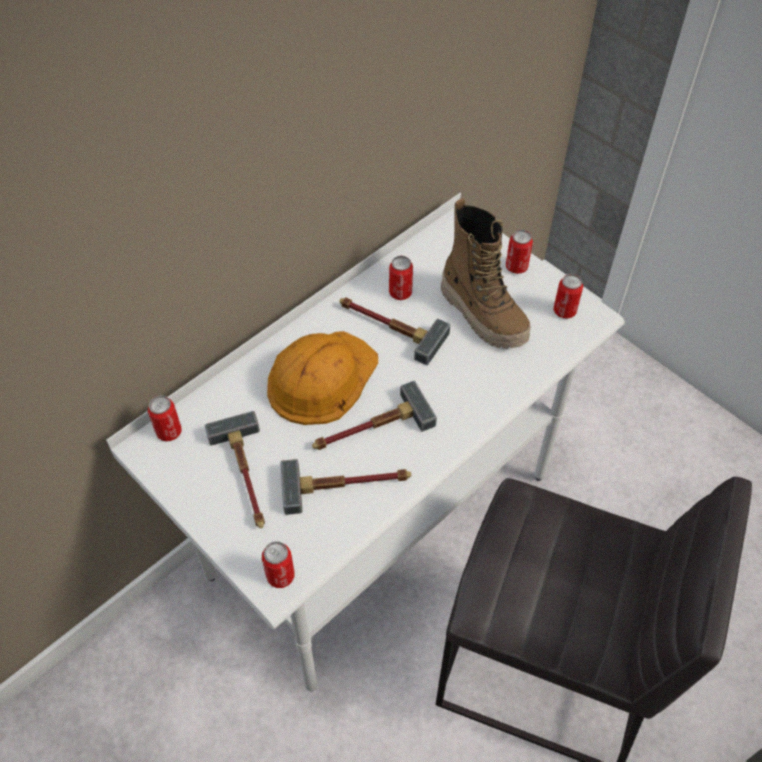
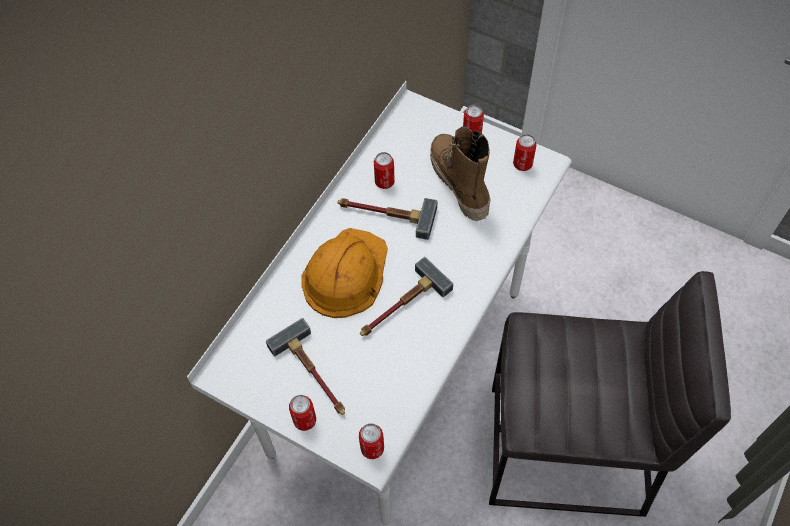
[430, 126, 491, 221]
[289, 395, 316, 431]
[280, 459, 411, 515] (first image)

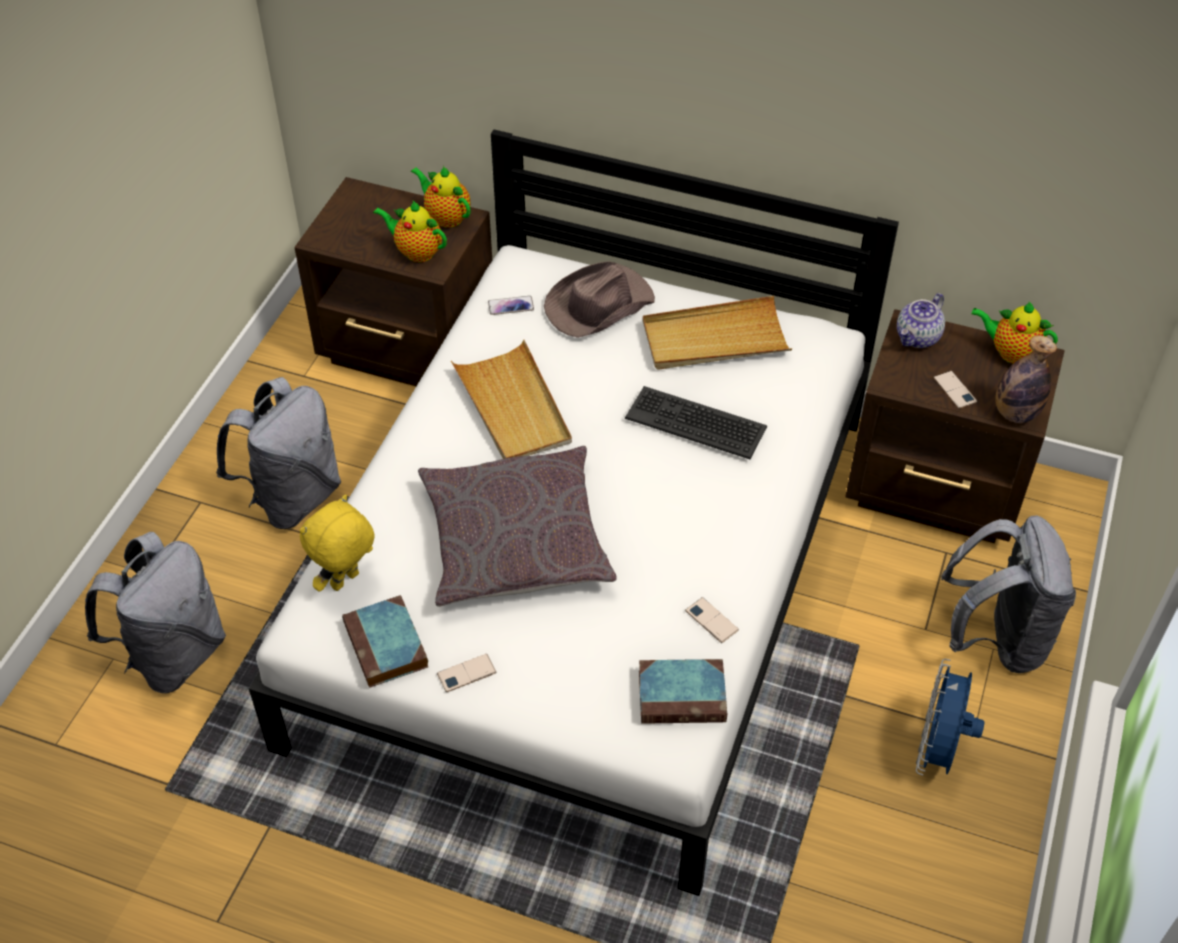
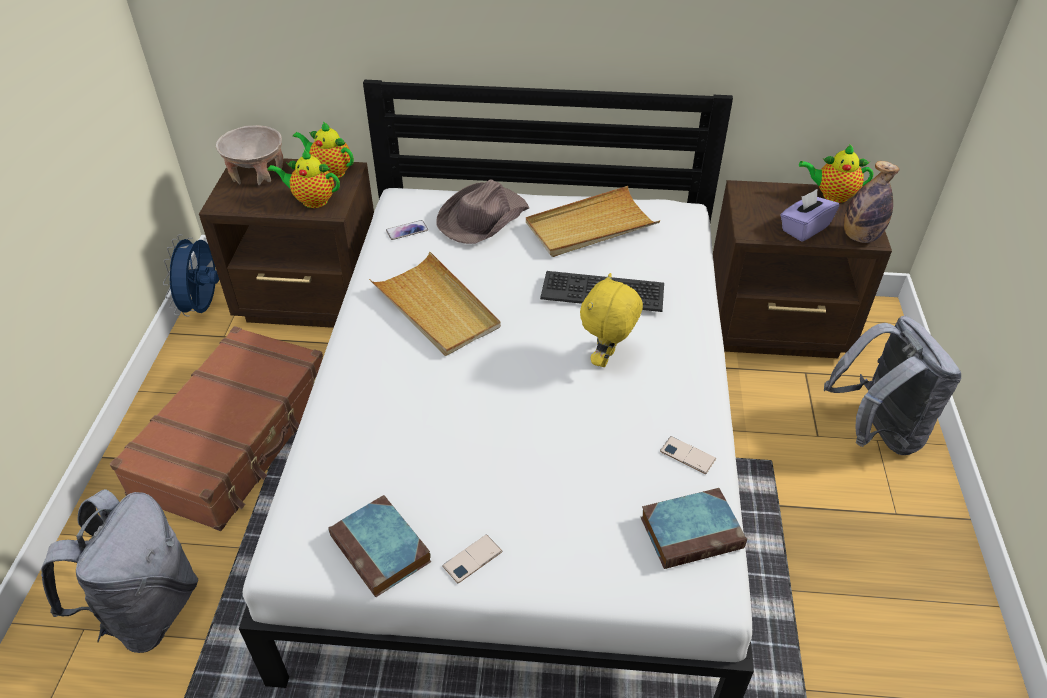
[897, 293, 945, 348] (first image)
[780, 189, 839, 242]
[110, 326, 323, 531]
[418, 446, 617, 607] (first image)
[580, 273, 643, 367]
[163, 234, 219, 317]
[216, 125, 283, 185]

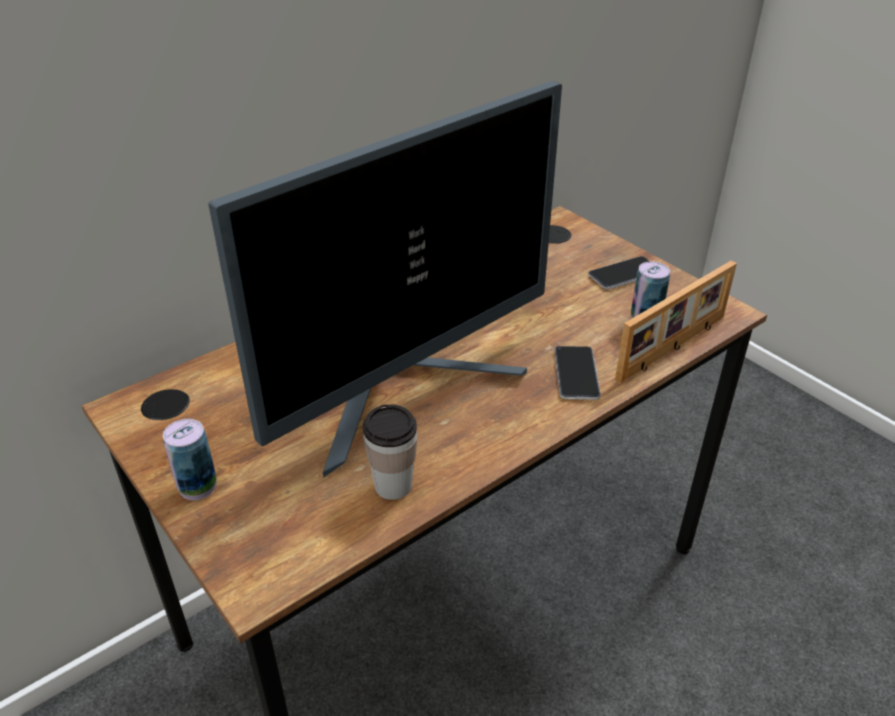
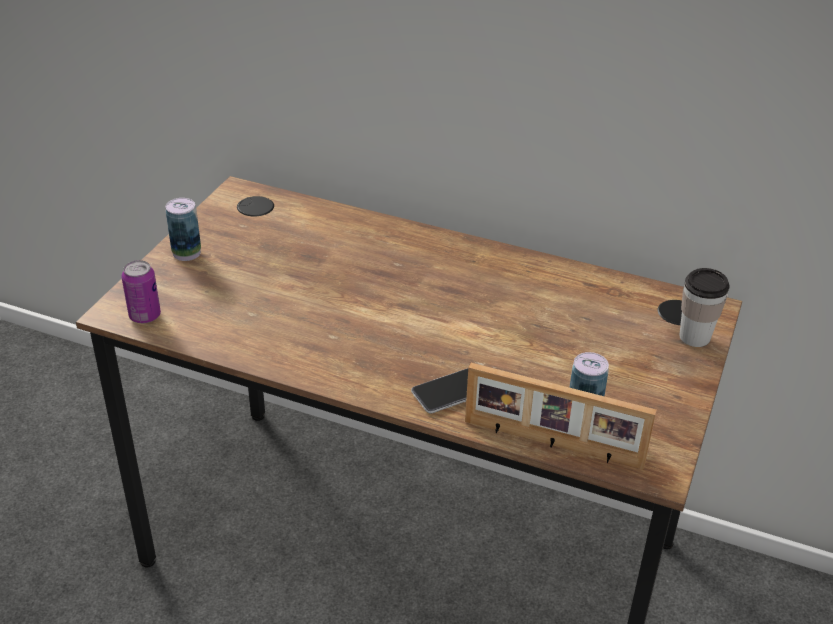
[208, 81, 562, 478] (first image)
[588, 256, 649, 290] (first image)
[679, 268, 730, 347]
[122, 260, 161, 323]

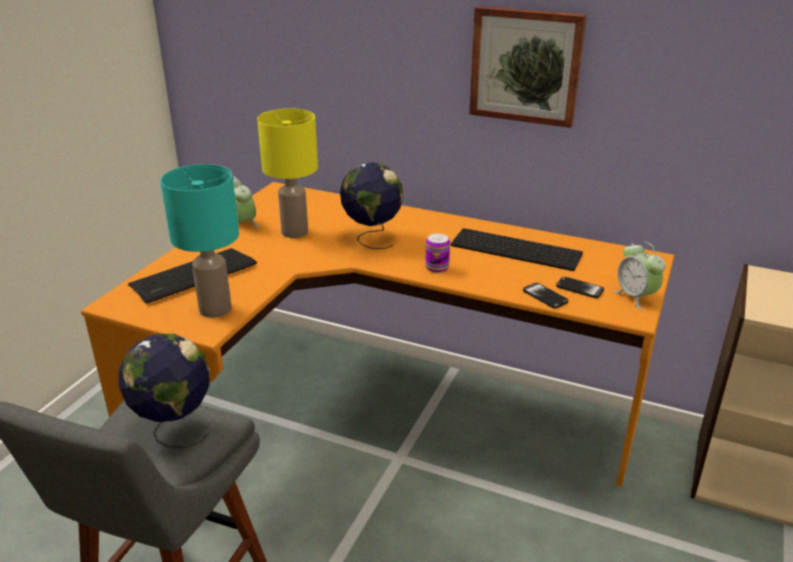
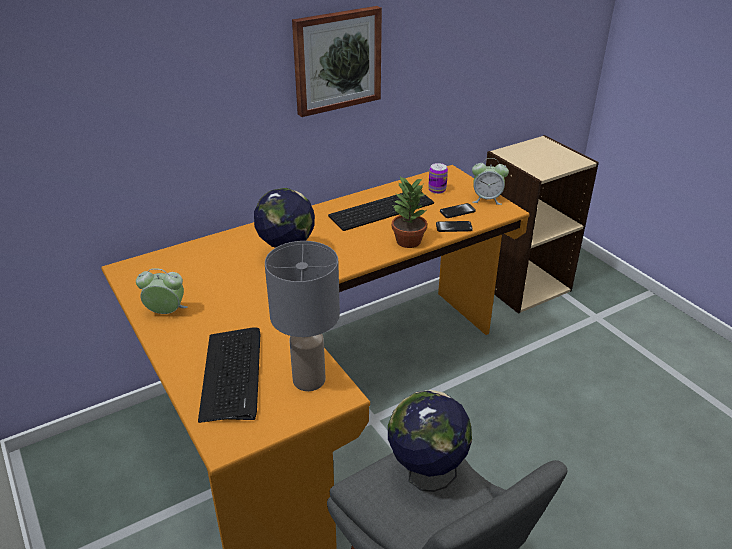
[257, 108, 318, 238] (first image)
[265, 241, 340, 391]
[428, 163, 448, 194]
[392, 177, 427, 248]

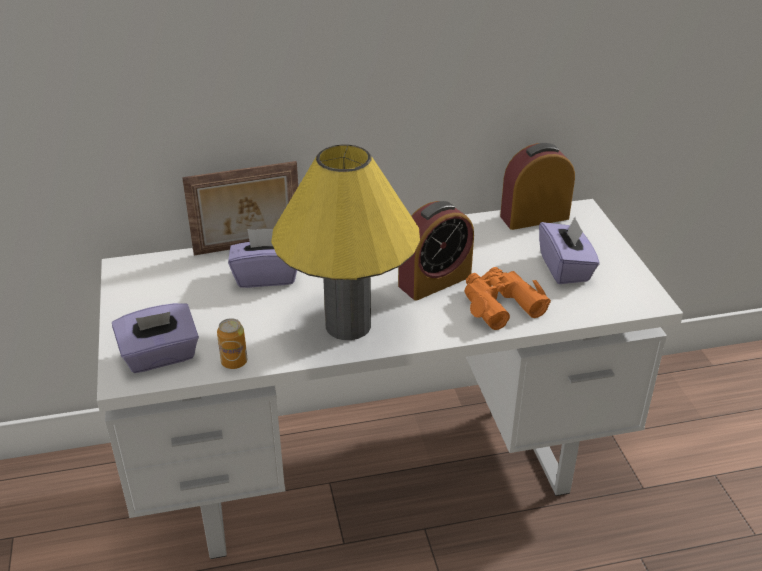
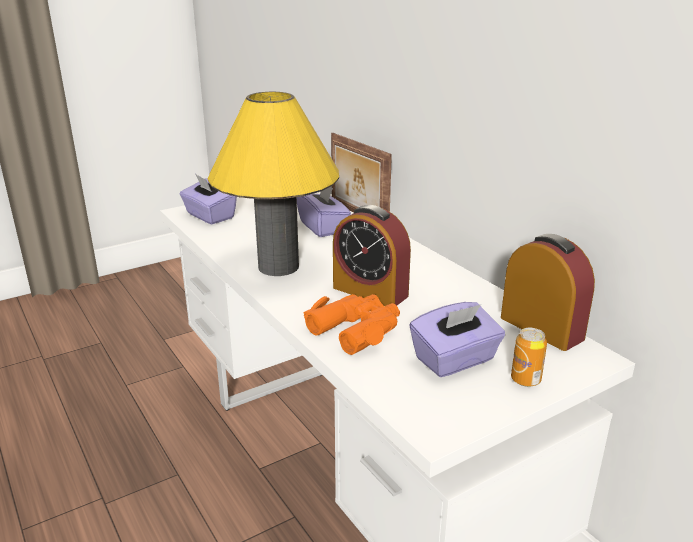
[511, 328, 547, 387]

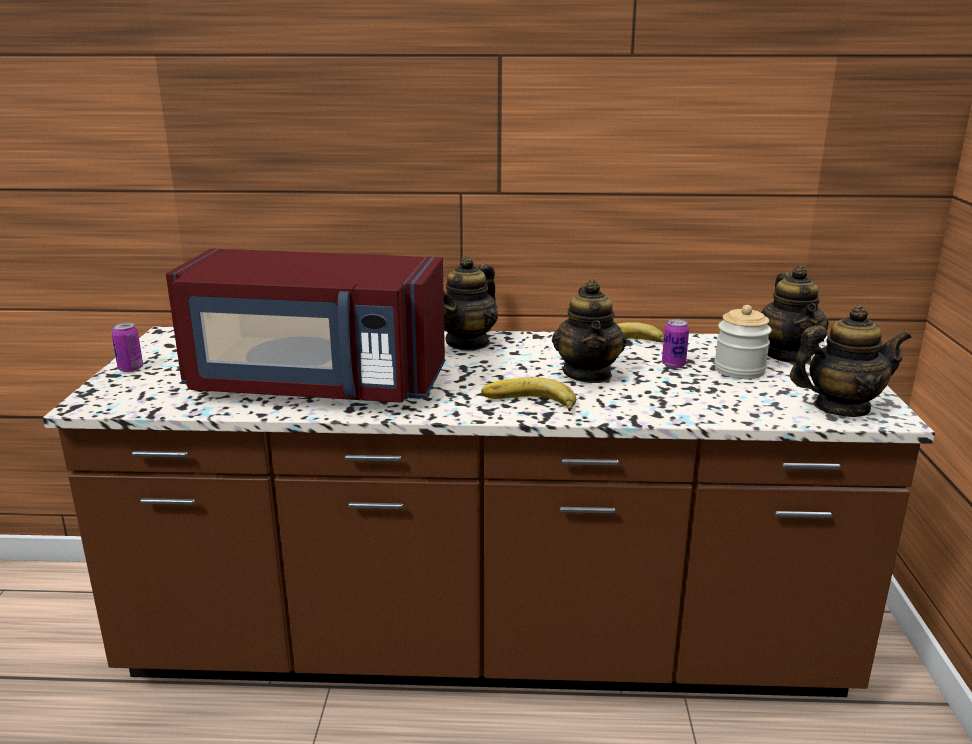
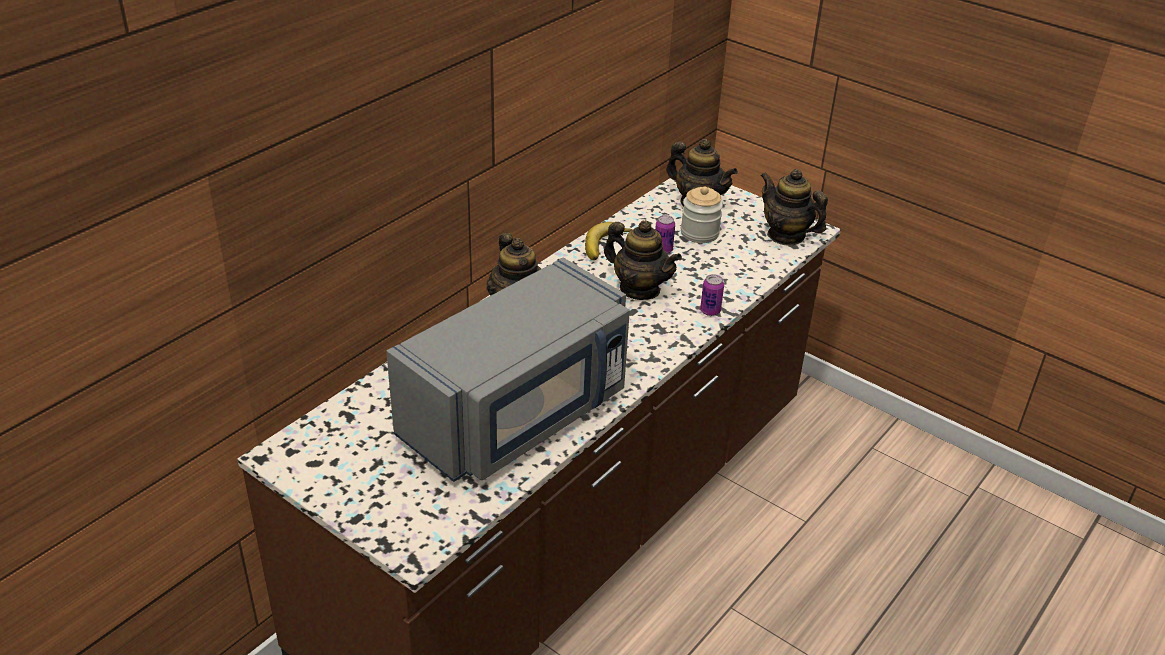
[386, 257, 630, 482]
[761, 169, 828, 245]
[700, 274, 724, 316]
[481, 377, 576, 411] (first image)

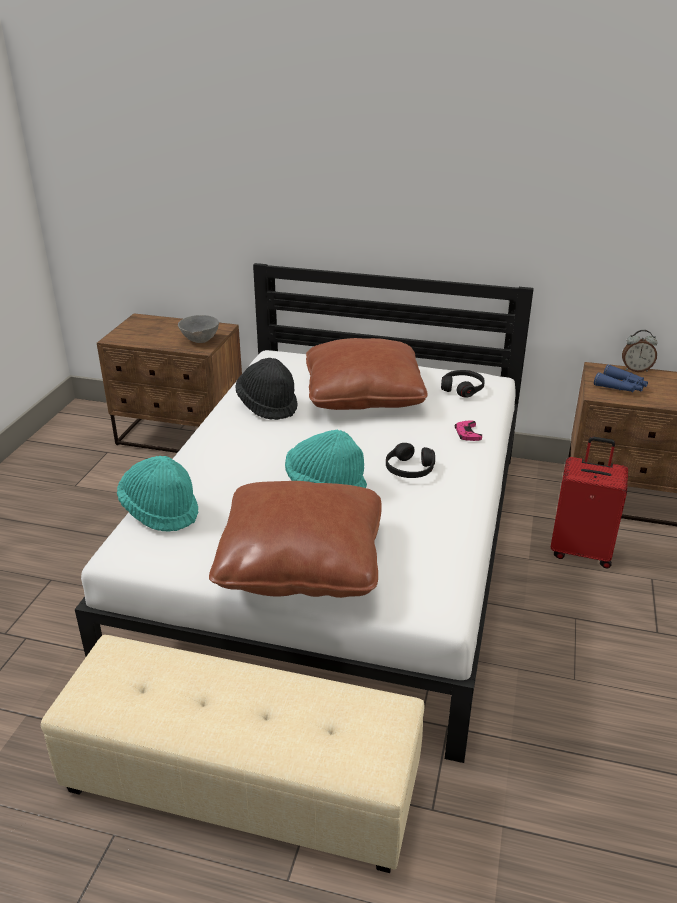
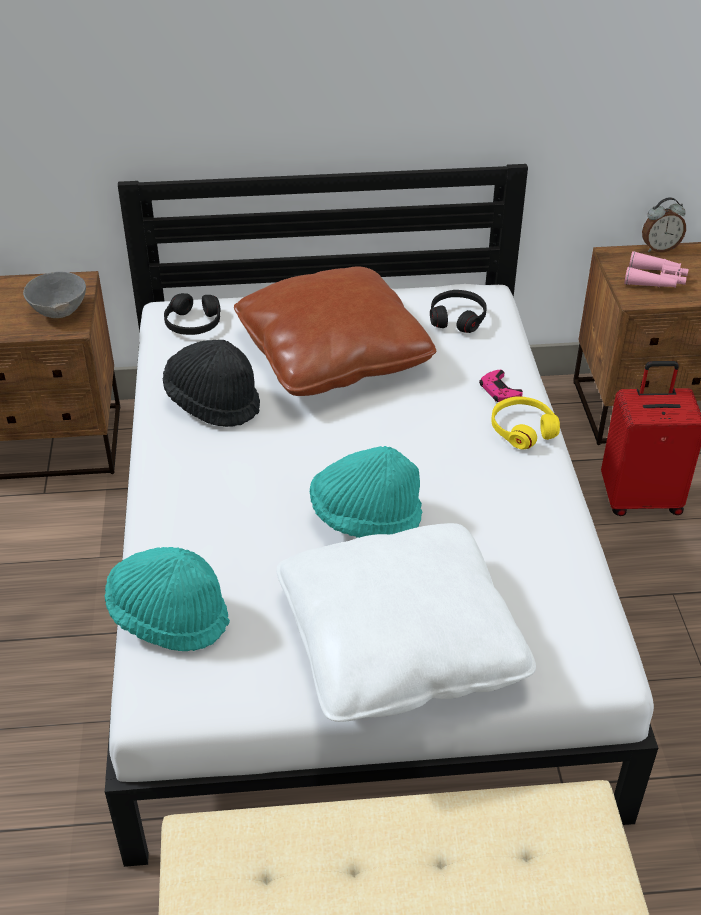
[624, 251, 689, 288]
[164, 293, 221, 335]
[276, 523, 536, 722]
[491, 396, 560, 449]

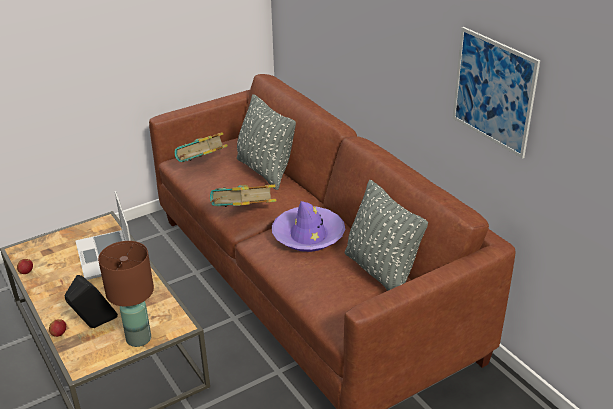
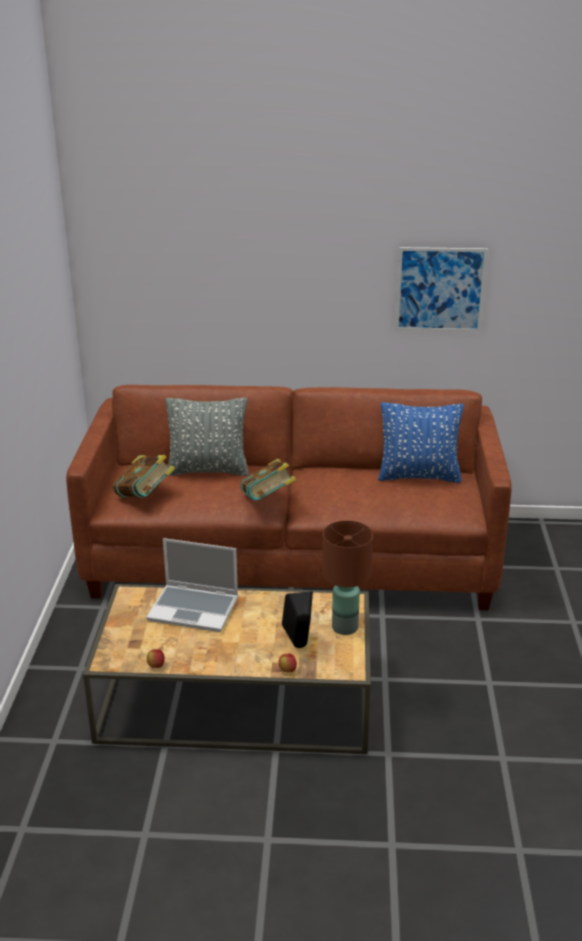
[378, 402, 464, 483]
[272, 201, 345, 252] (first image)

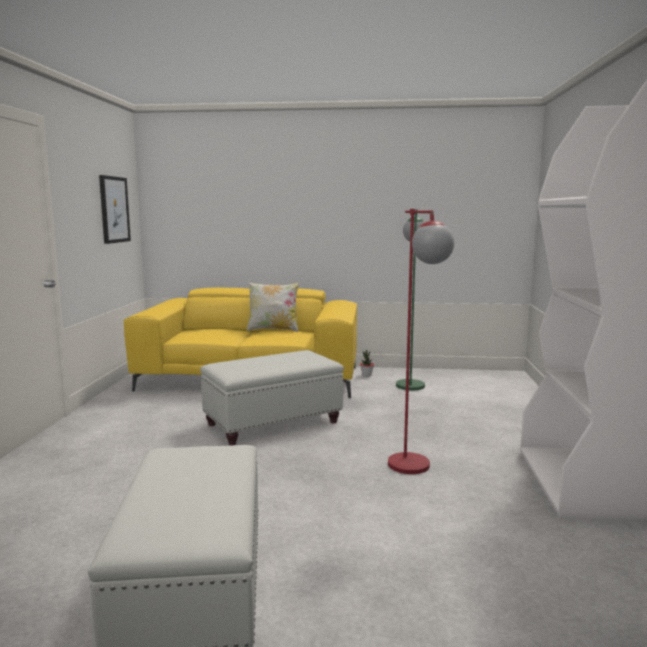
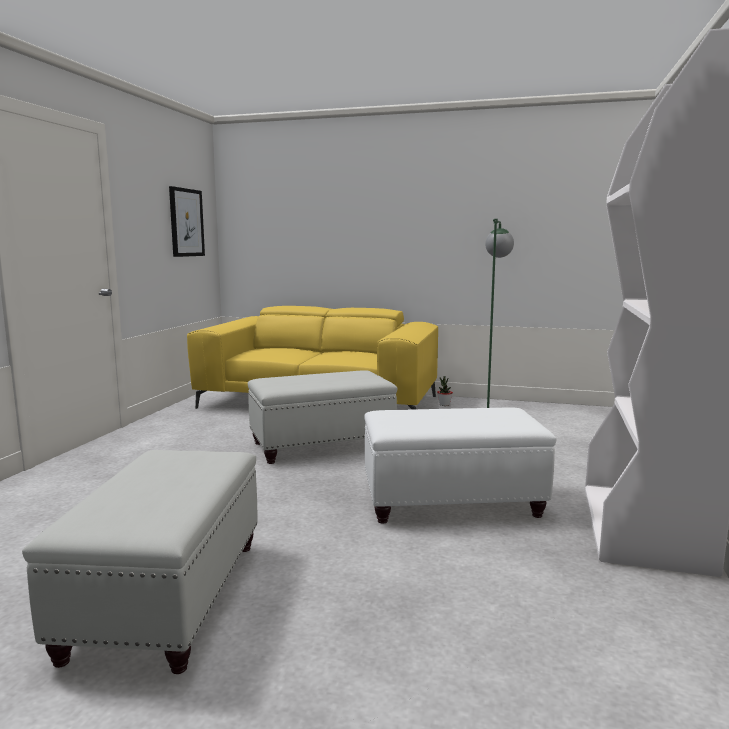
[365, 408, 556, 524]
[246, 282, 299, 332] (first image)

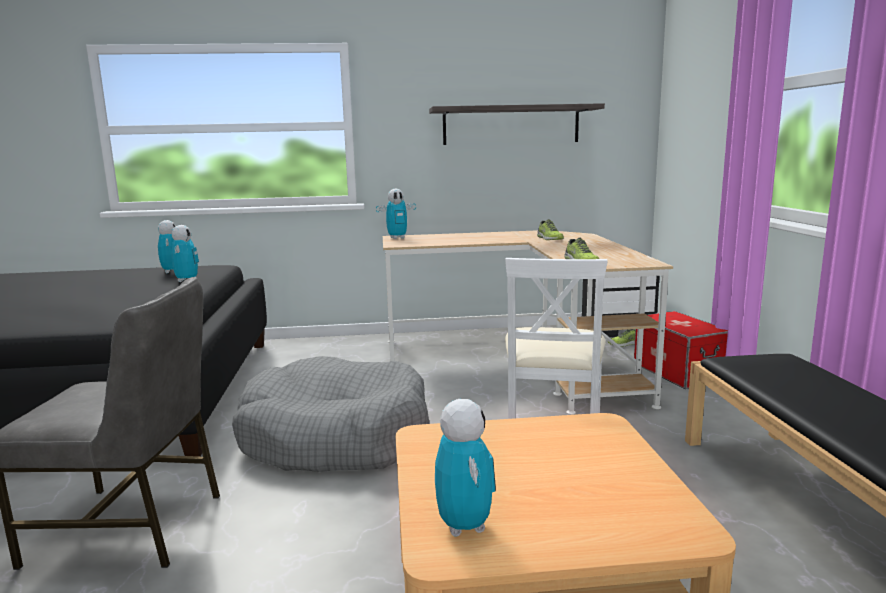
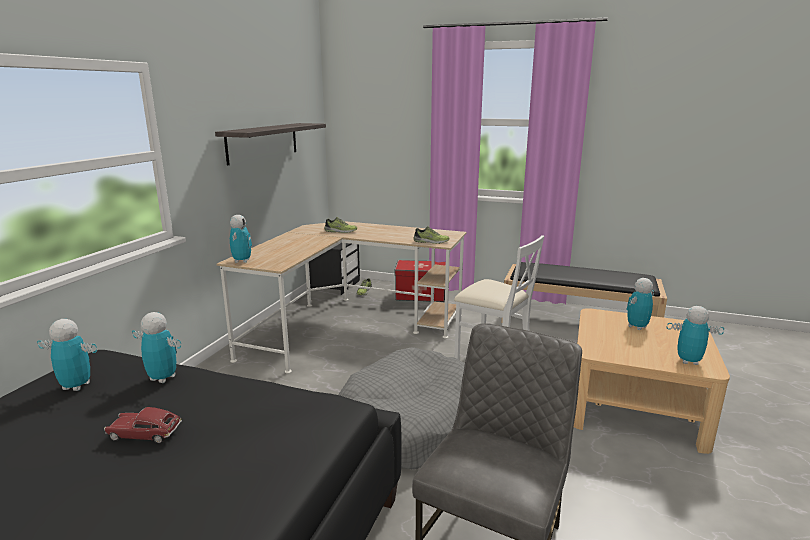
[626, 278, 654, 330]
[104, 407, 182, 443]

